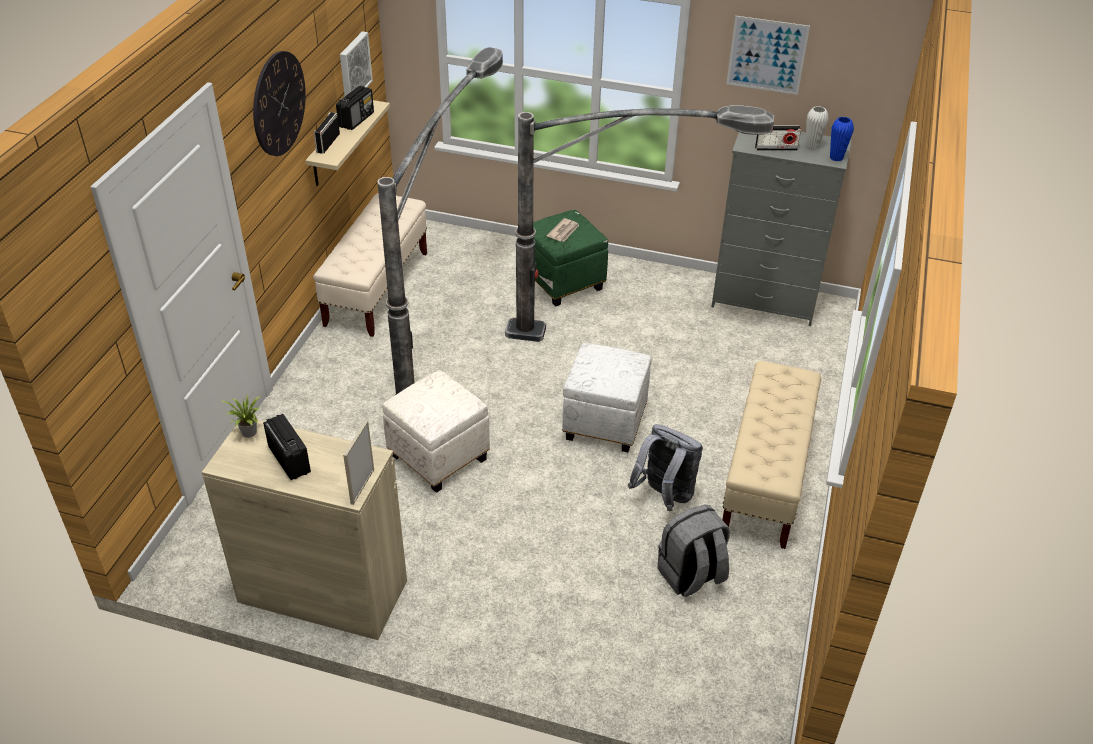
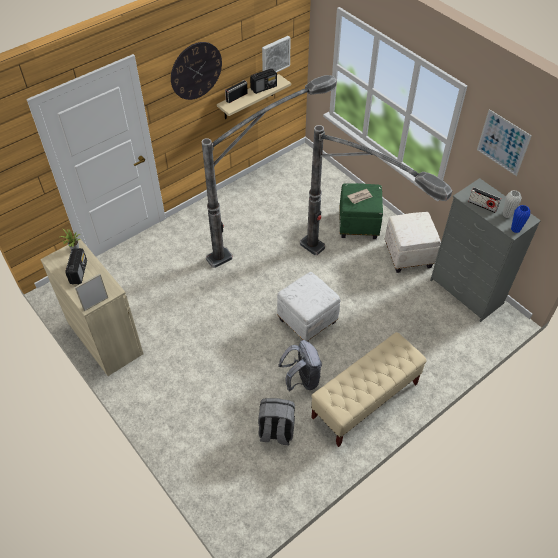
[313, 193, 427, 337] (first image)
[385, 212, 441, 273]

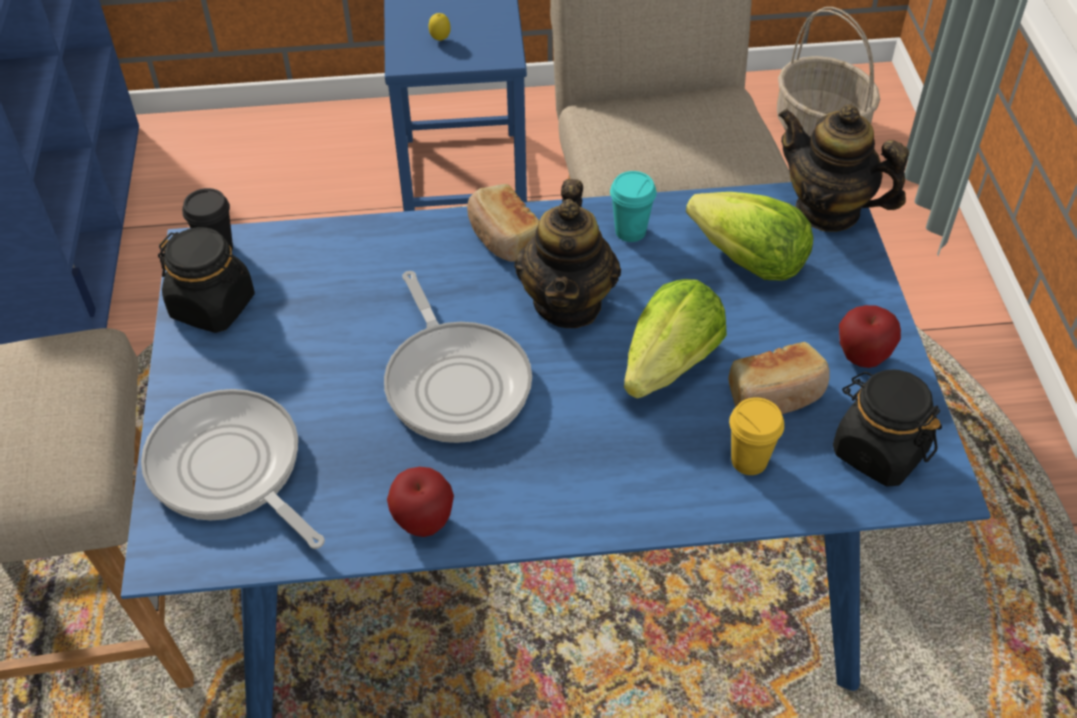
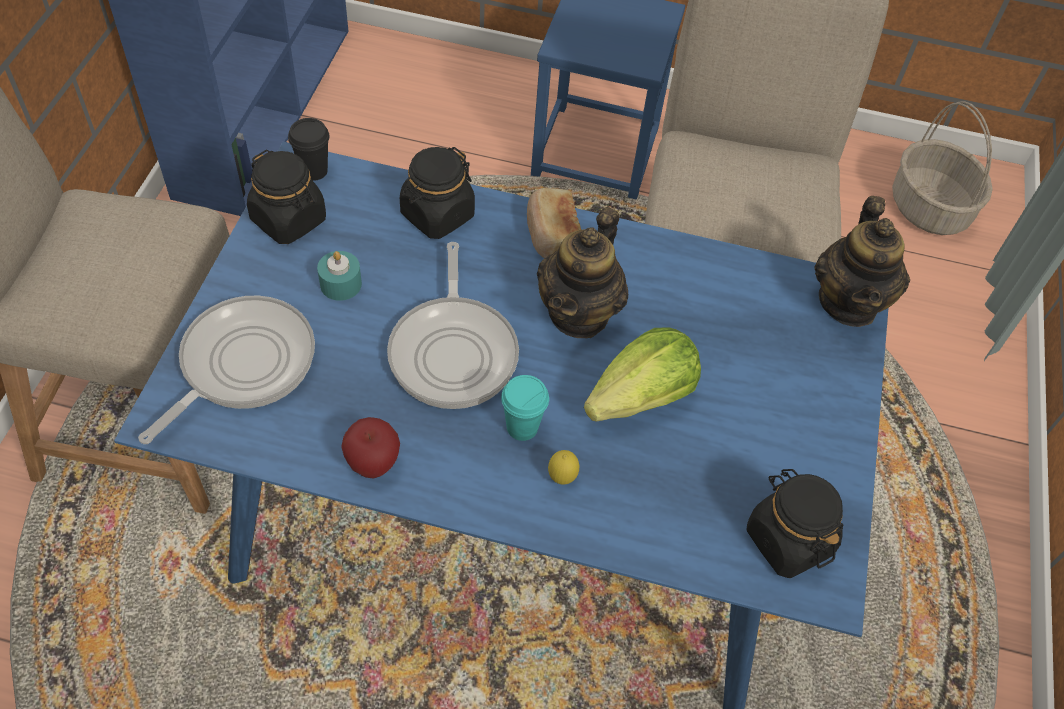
[548, 450, 579, 485]
[815, 196, 910, 327]
[501, 375, 549, 441]
[686, 192, 813, 281] (first image)
[839, 305, 901, 368] (first image)
[728, 342, 830, 414] (first image)
[138, 296, 315, 444]
[729, 397, 784, 475] (first image)
[400, 147, 475, 239]
[317, 251, 362, 301]

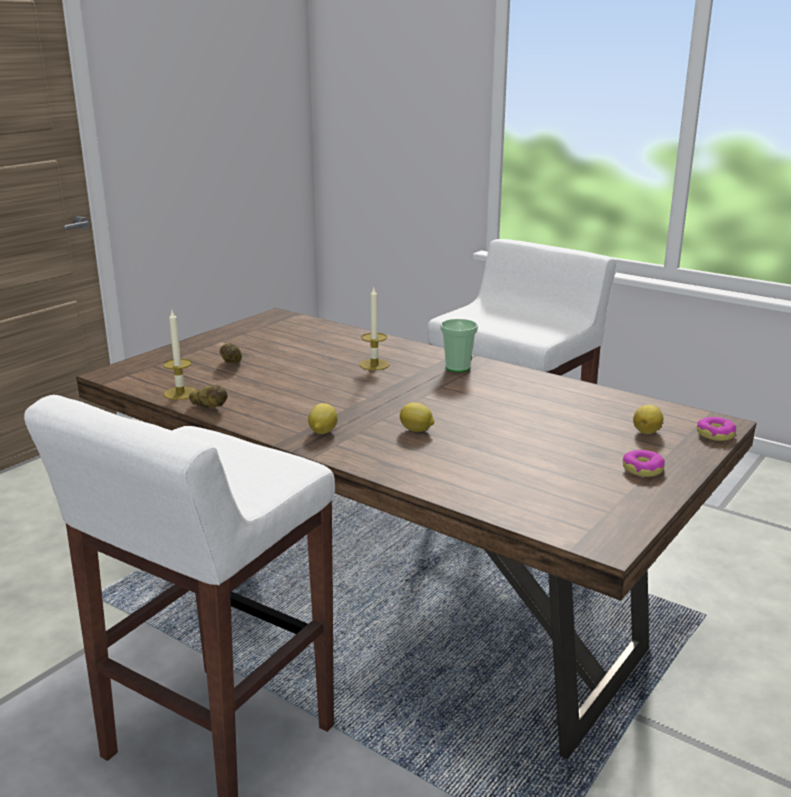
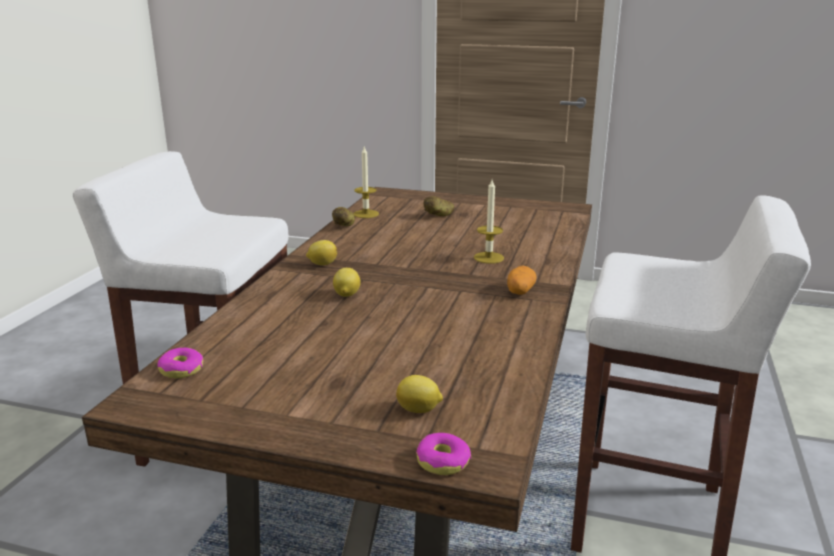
[507, 266, 537, 295]
[157, 348, 203, 379]

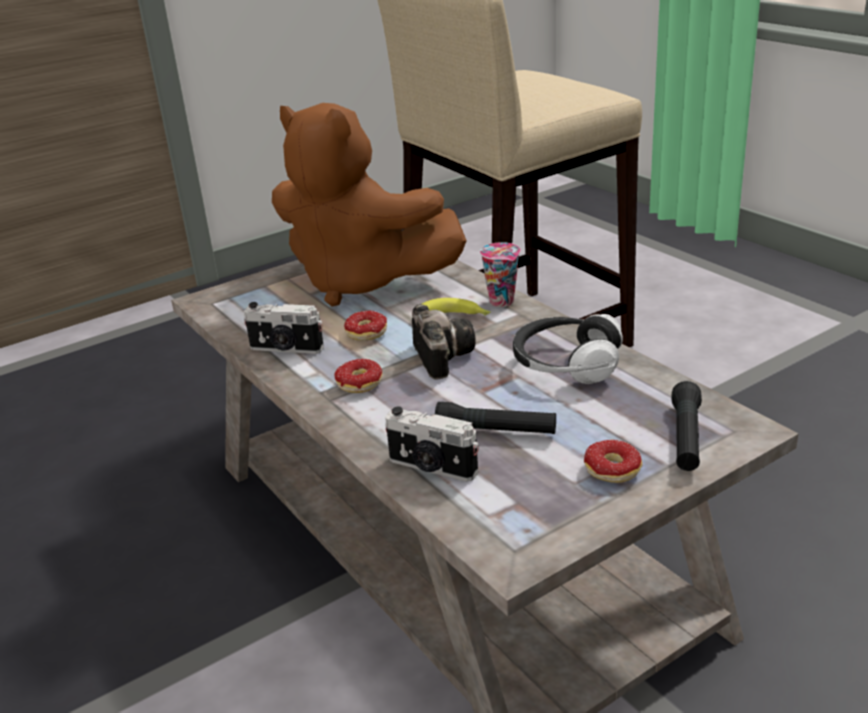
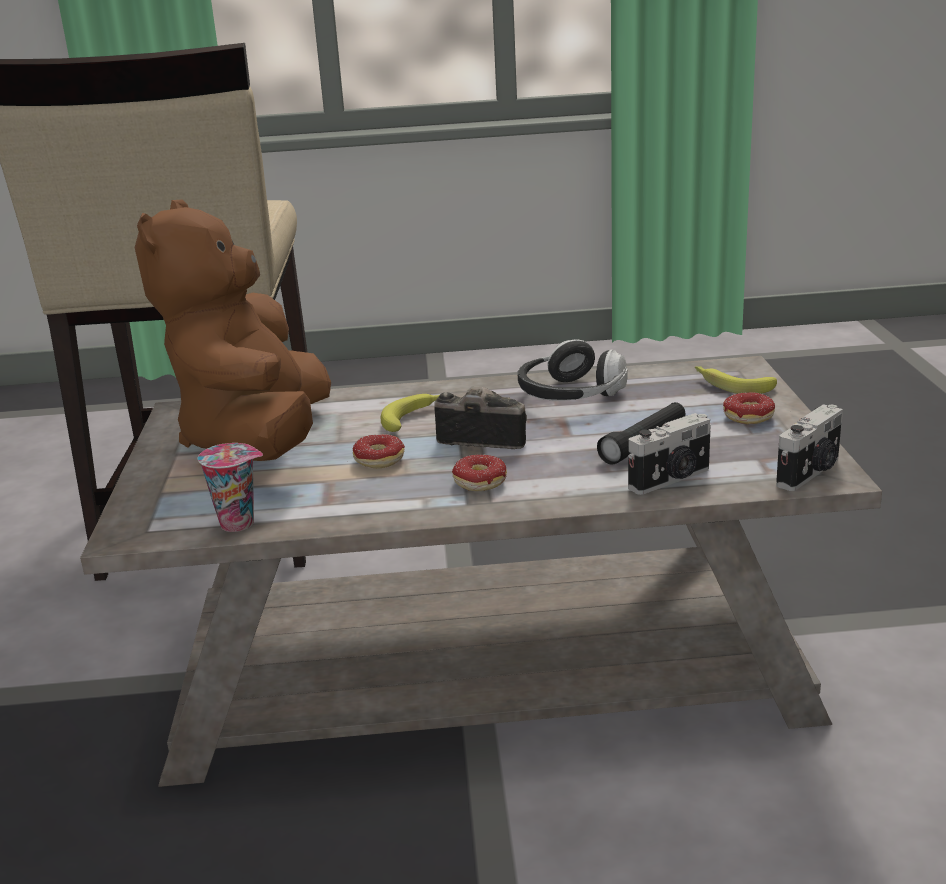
[135, 200, 331, 461]
[198, 443, 263, 532]
[776, 404, 843, 491]
[695, 366, 777, 394]

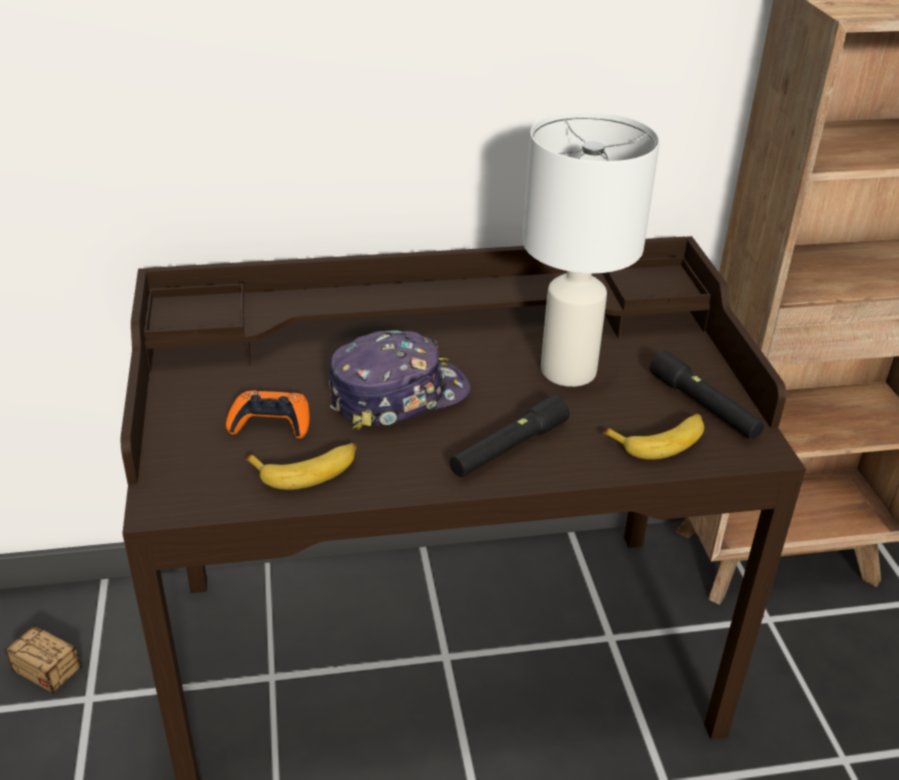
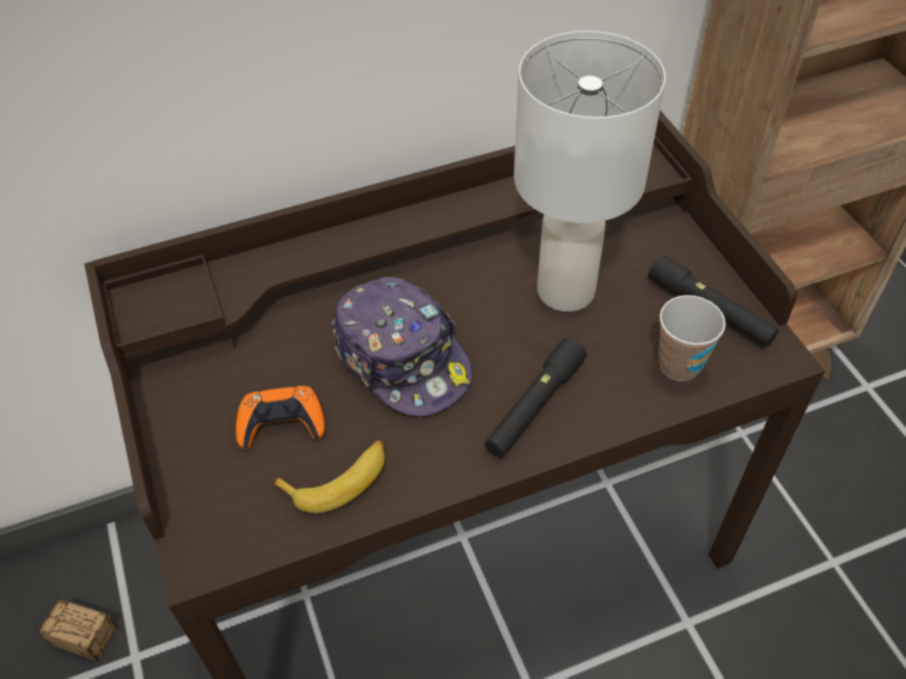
[332, 277, 472, 416]
[658, 295, 726, 381]

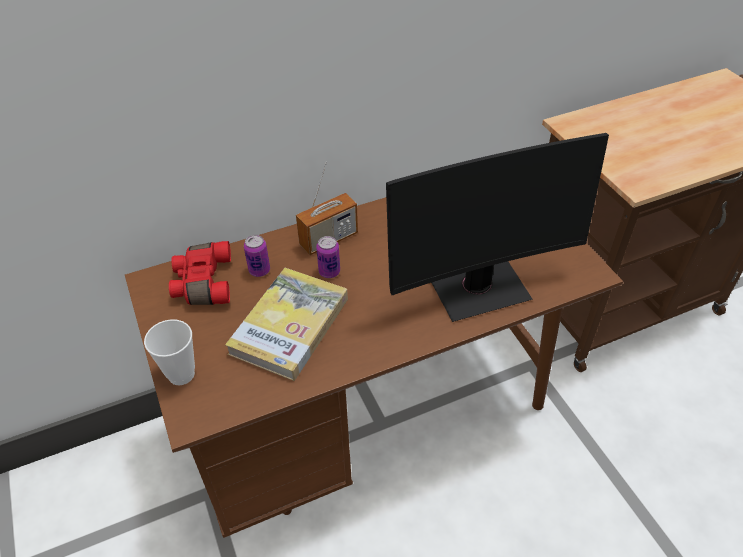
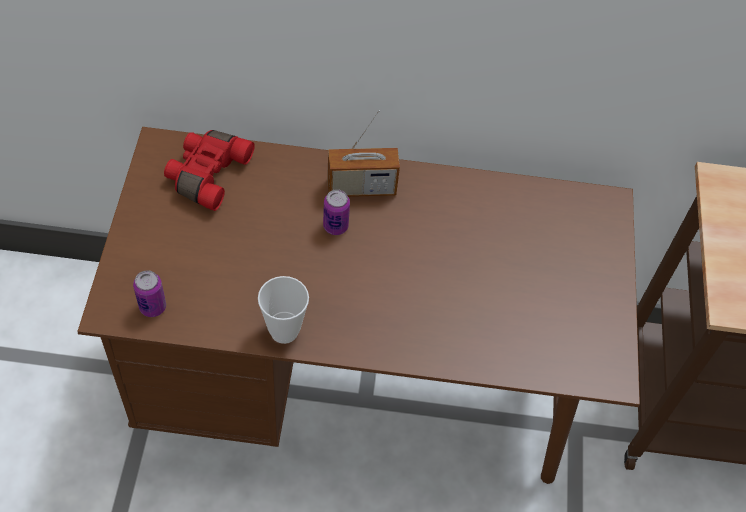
[386, 133, 609, 322] (first image)
[133, 270, 166, 317]
[225, 268, 348, 381] (first image)
[258, 276, 309, 344]

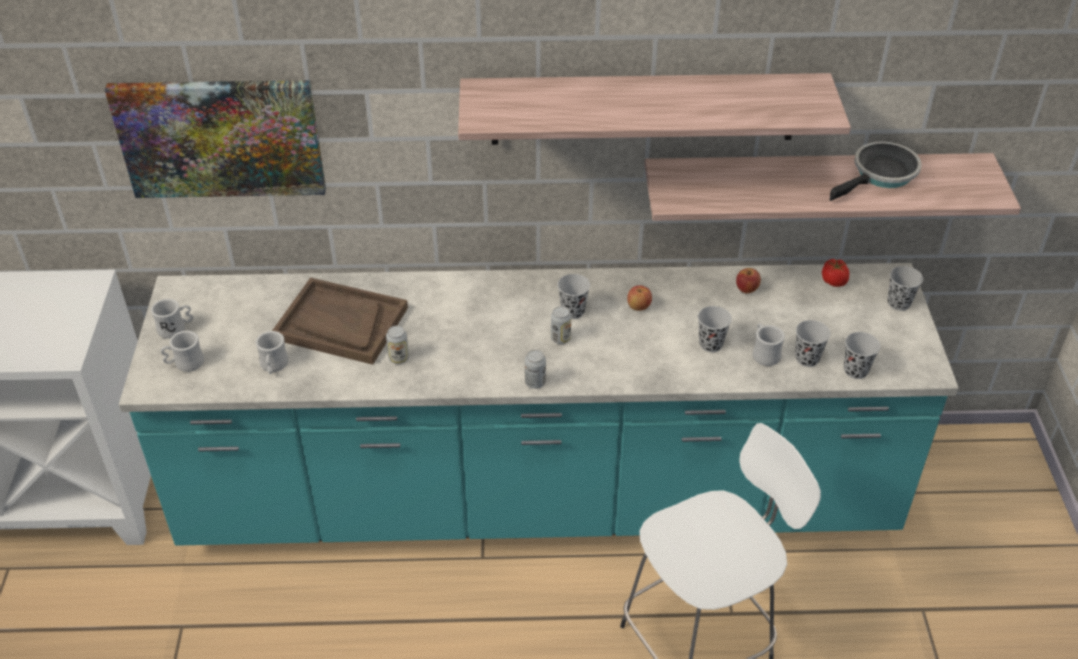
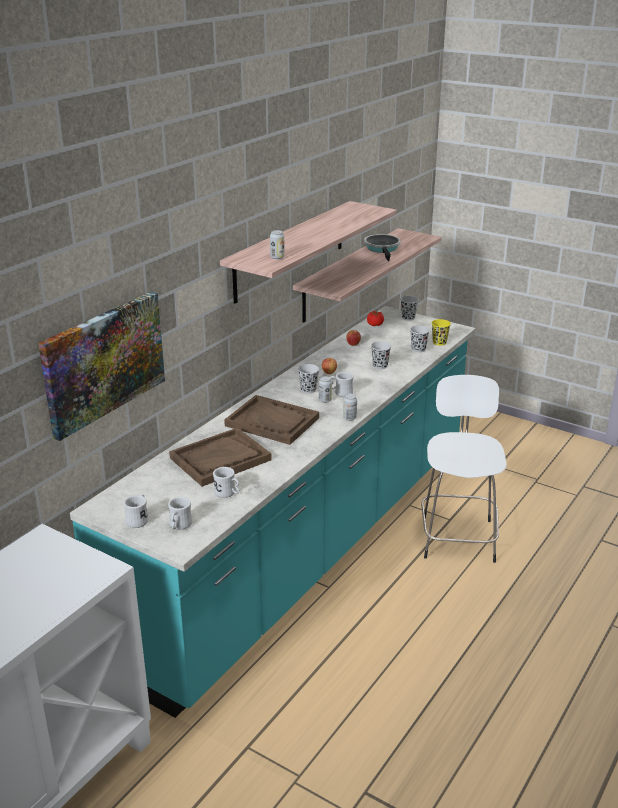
[330, 372, 354, 397]
[270, 230, 285, 259]
[431, 319, 451, 346]
[224, 395, 319, 445]

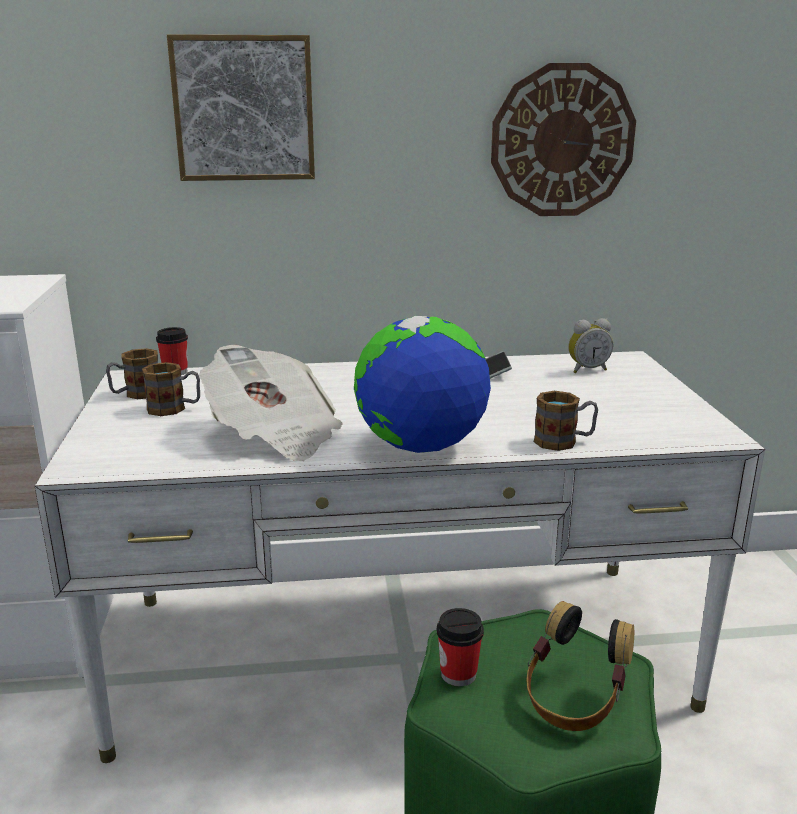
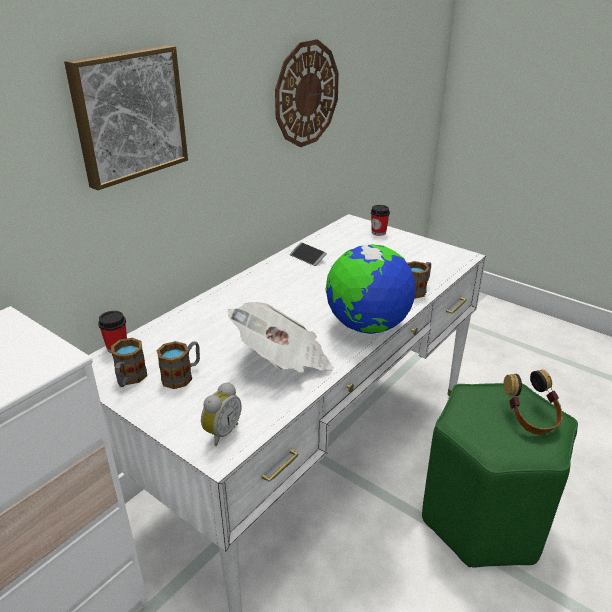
[201, 382, 241, 446]
[371, 205, 390, 236]

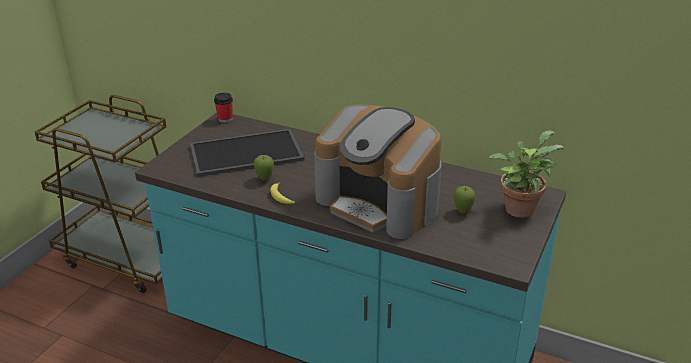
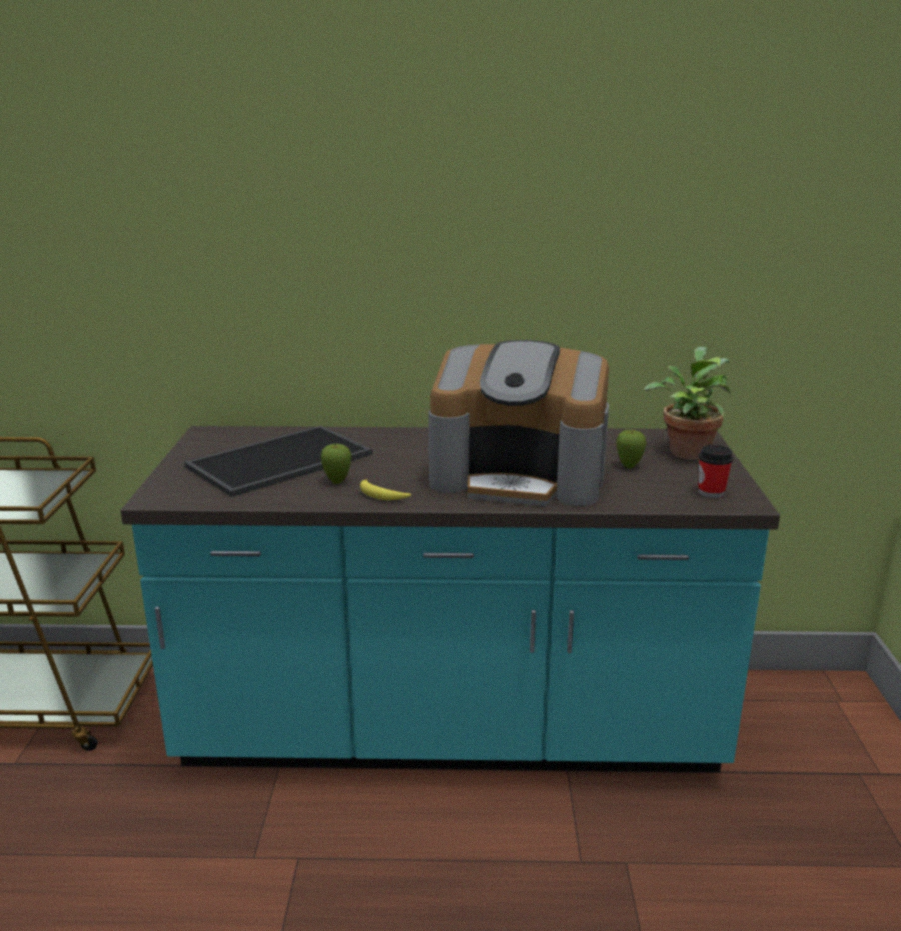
[698, 445, 733, 498]

